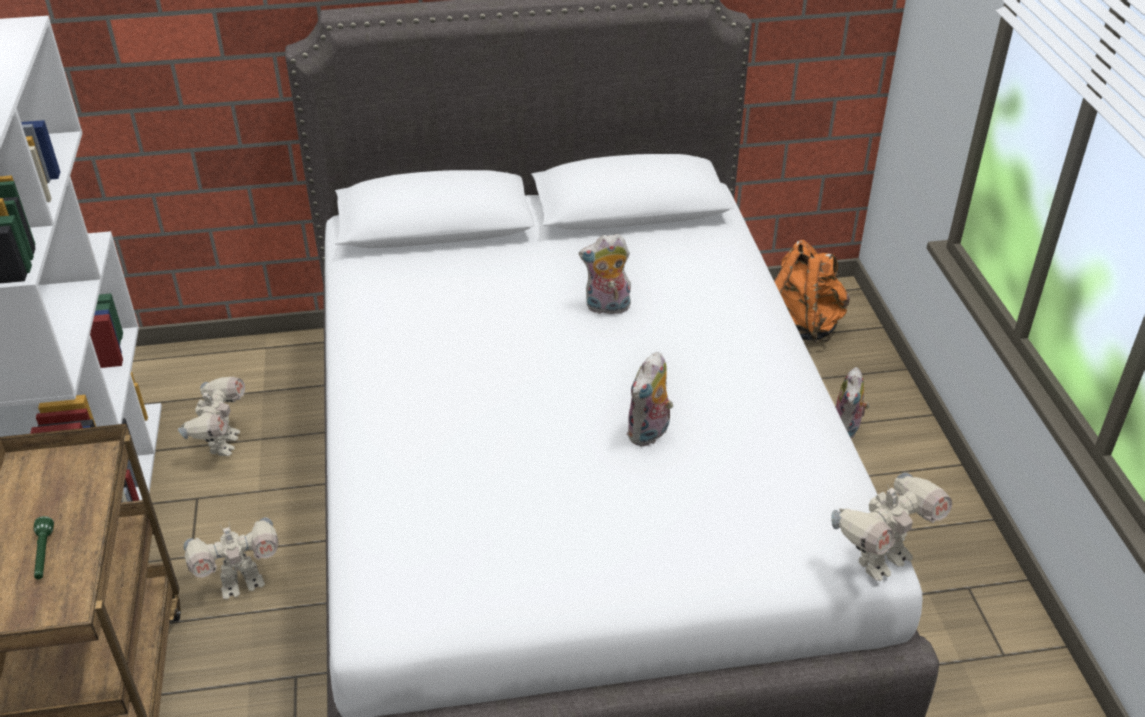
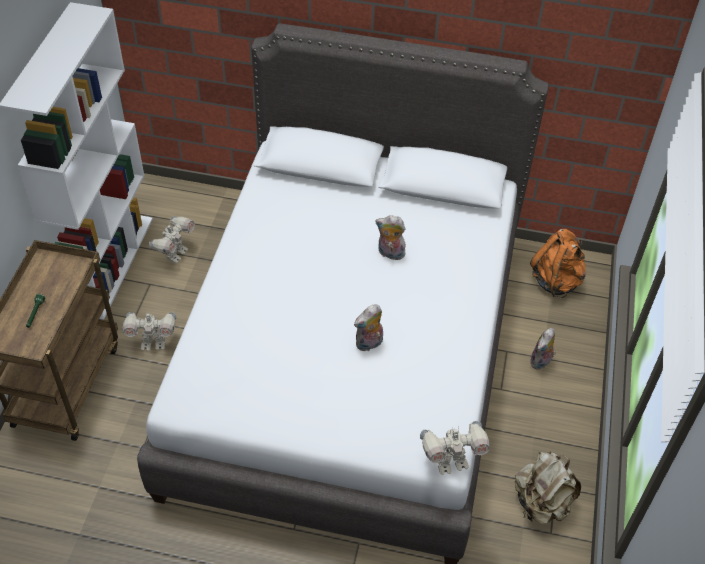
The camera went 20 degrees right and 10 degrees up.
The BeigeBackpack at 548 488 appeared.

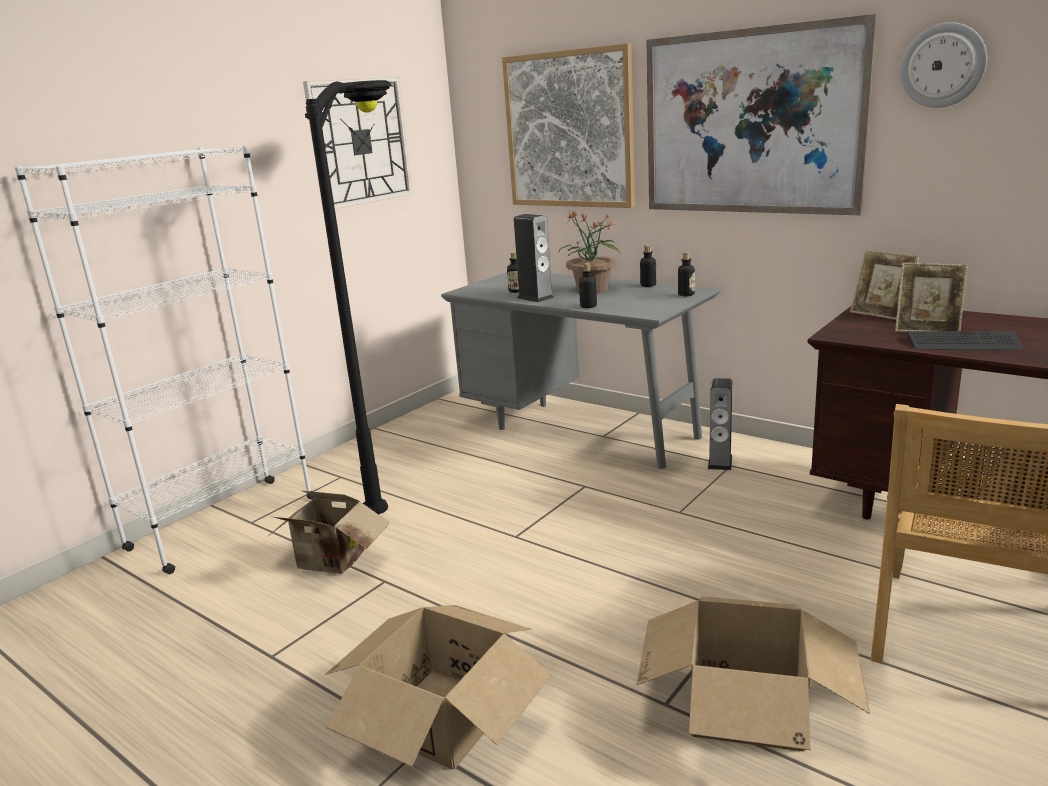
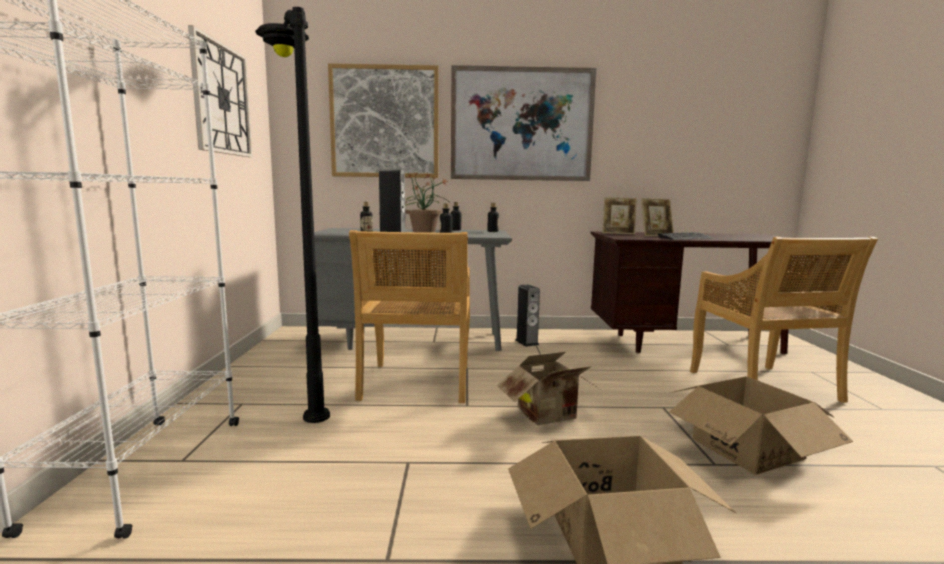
The camera went 40 degrees left and 10 degrees down.
The BeigeChair at 409 316 appeared.
The CardboardBox moved from 328 532 to 547 388.
The WallClock at 943 65 disappeared.

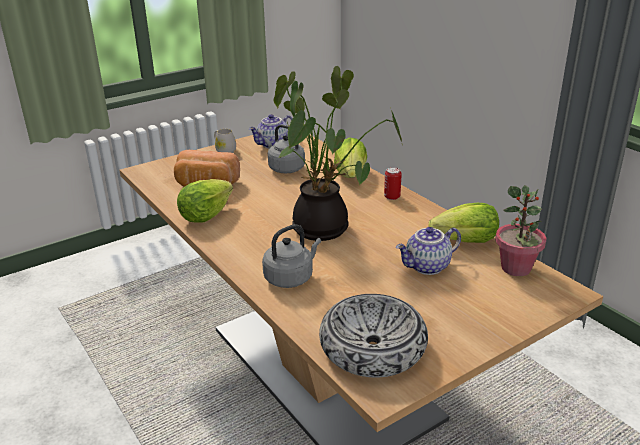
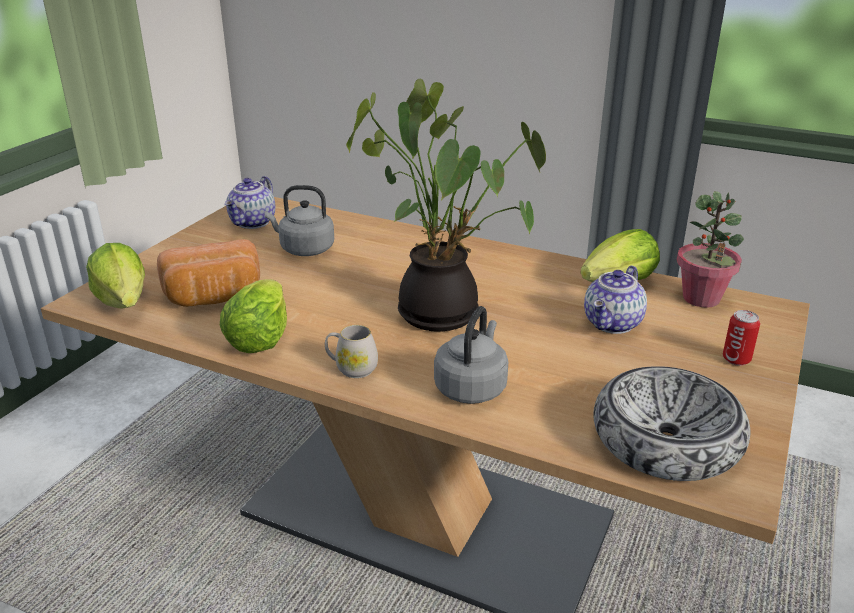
The camera went 30 degrees left and 0 degrees up.
The Lettuce moved from 350 157 to 115 276.
The WhiteMug moved from 225 141 to 351 351.
The Can moved from 393 183 to 741 338.

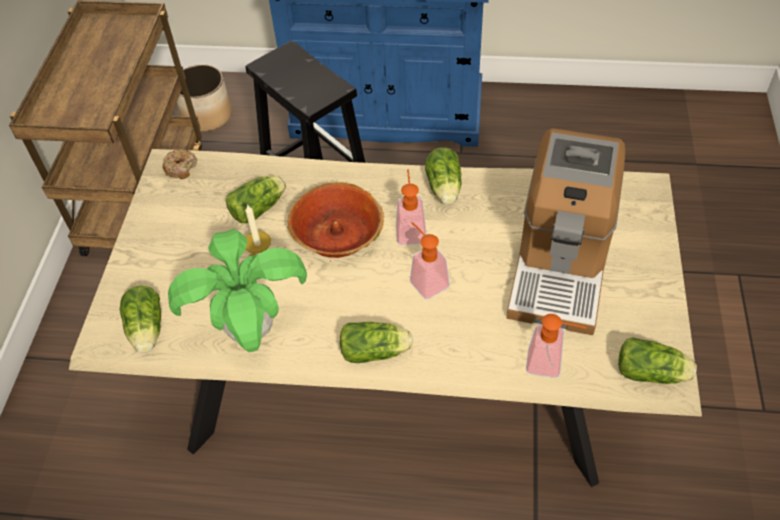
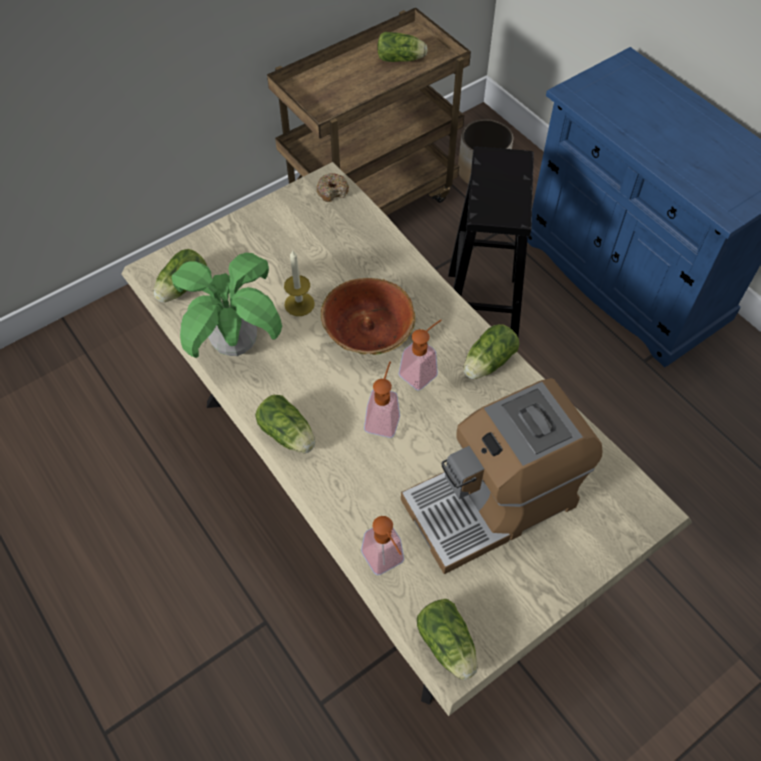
The camera went 45 degrees right and 5 degrees up.
The Lettuce moved from 256 199 to 402 47.

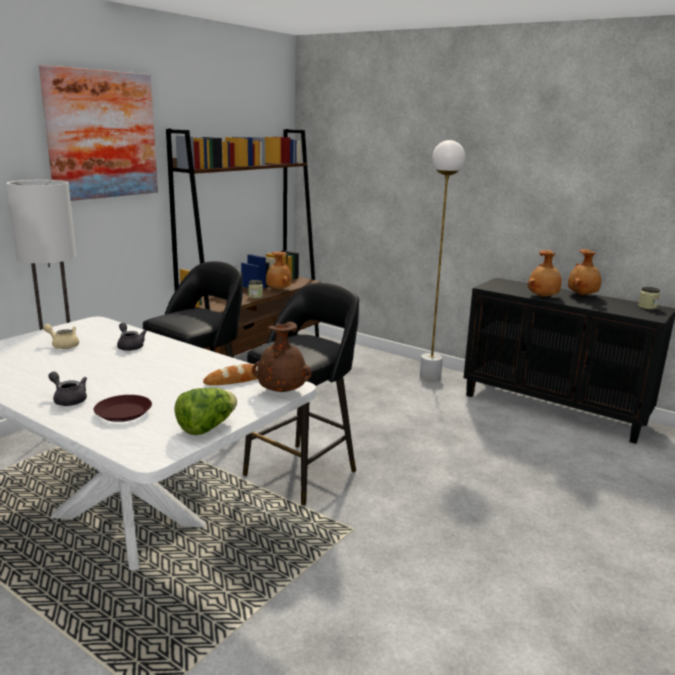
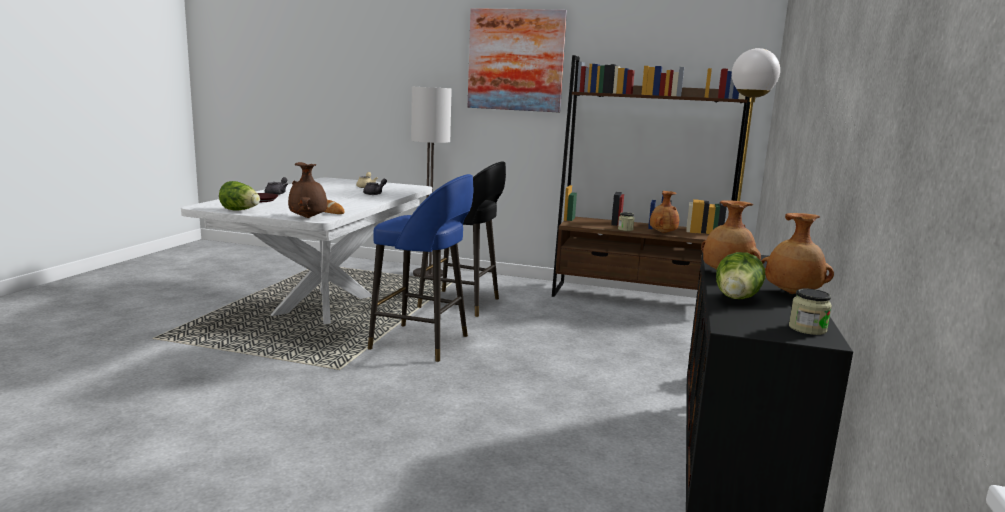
The camera went 70 degrees right and 5 degrees down.
The BlackStool at 301 394 became the BlueStool at 421 268.
The Lettuce at 740 275 appeared.

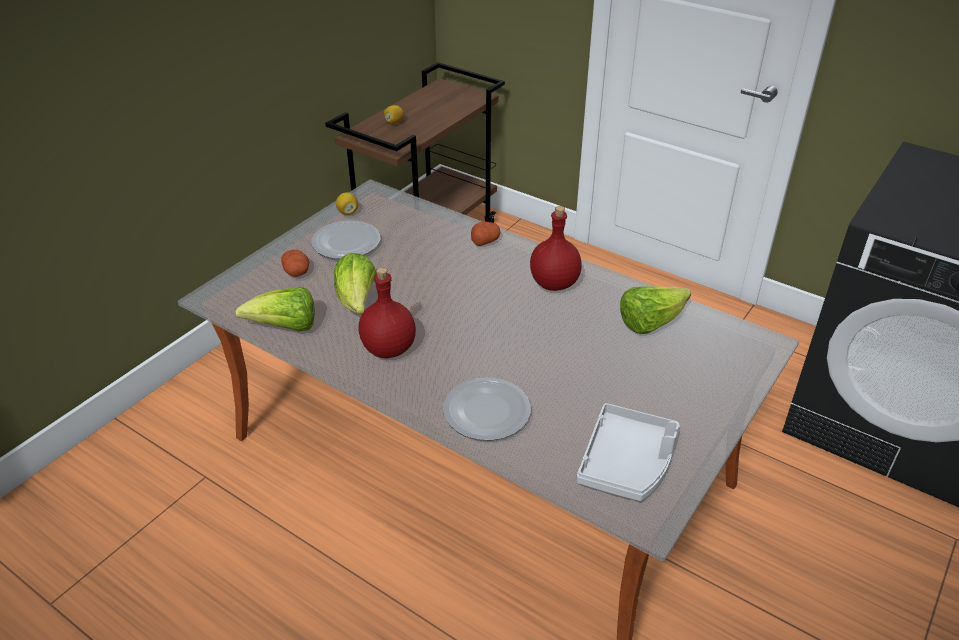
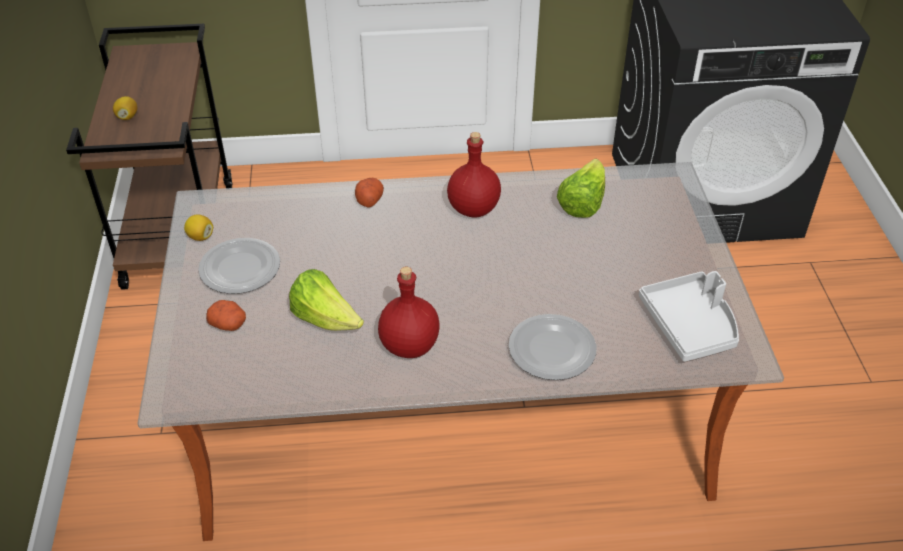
The camera went 40 degrees left and 5 degrees up.
The Lettuce at 274 309 disappeared.

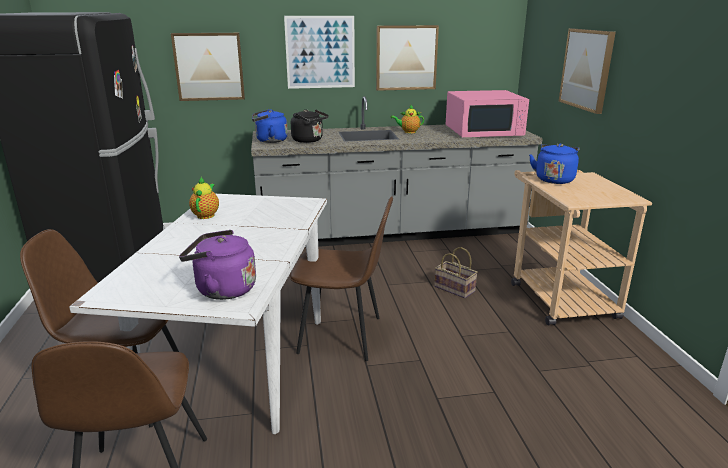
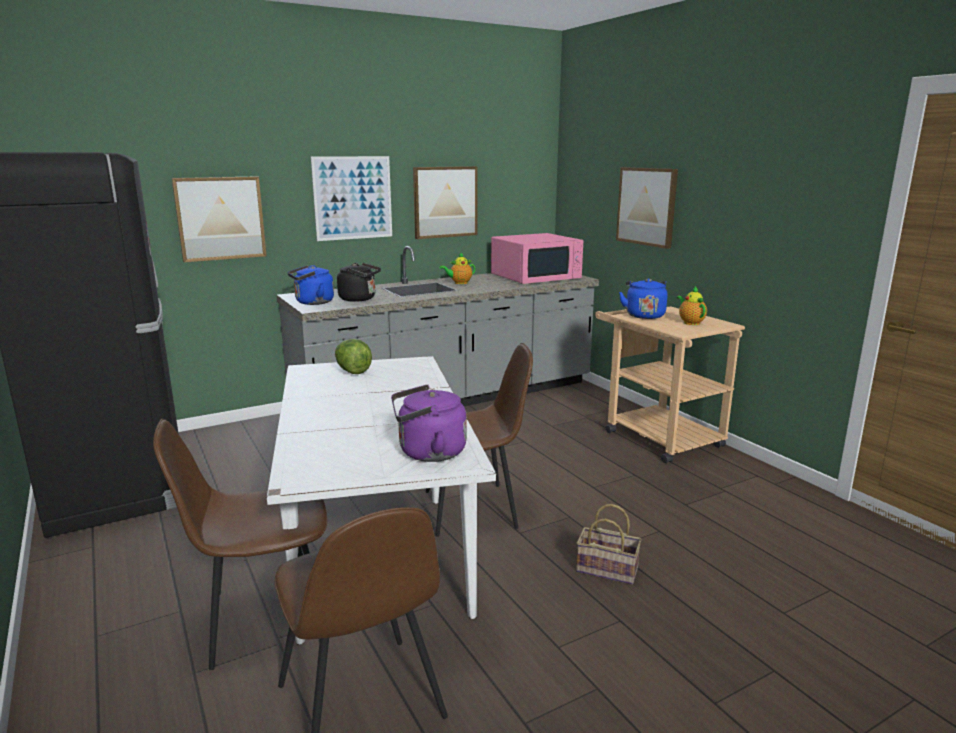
The camera went 20 degrees left and 5 degrees down.
The Lettuce at 353 356 appeared.
The Basket moved from 456 272 to 608 544.
The Teapot moved from 204 197 to 692 305.

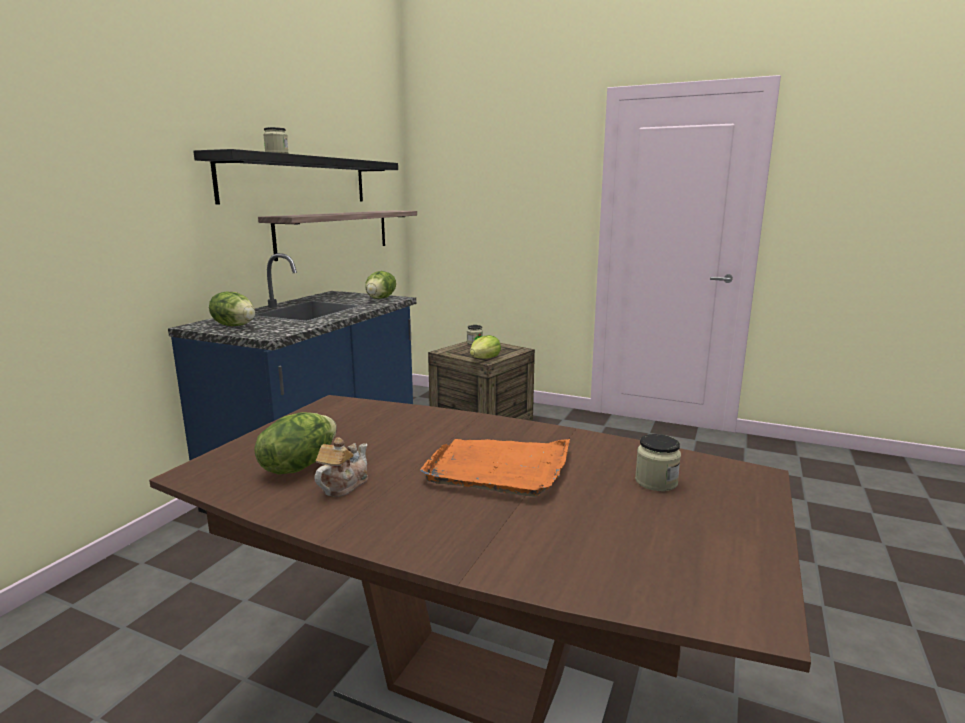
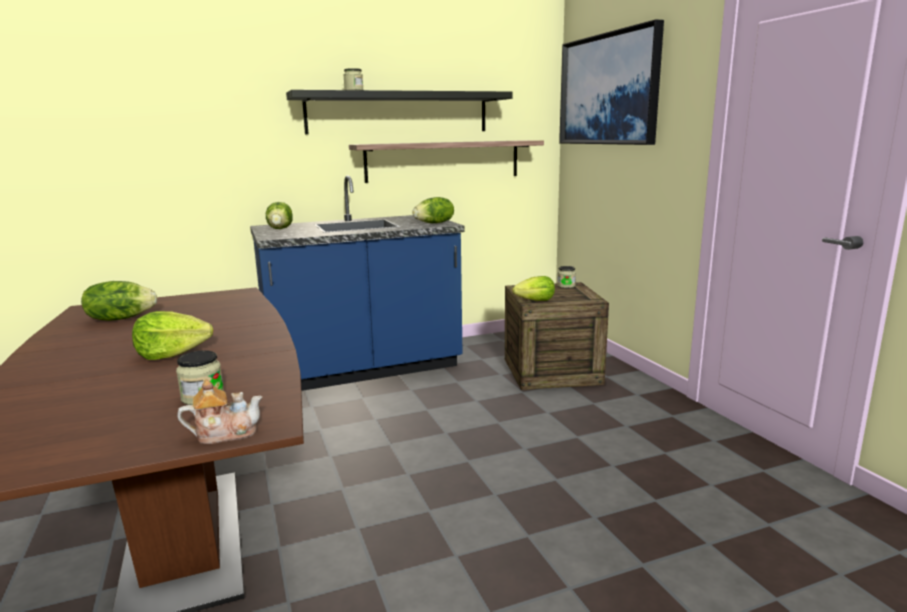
The camera went 45 degrees right and 0 degrees up.
The OrangeTray at 495 467 was replaced by the Lettuce at 172 335.
The Teapot moved from 341 467 to 220 411.
The Picture at 611 82 appeared.

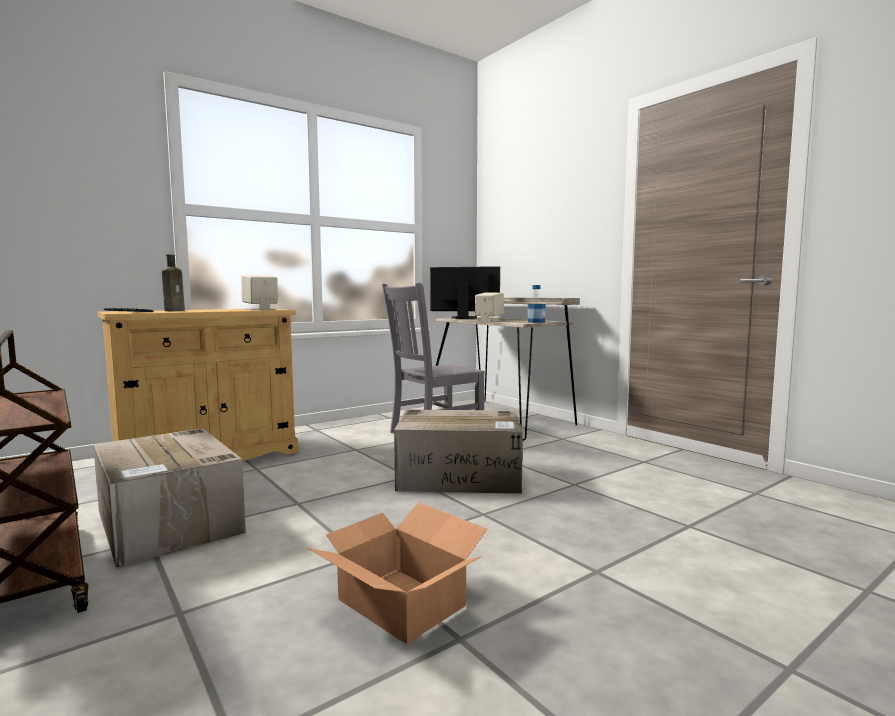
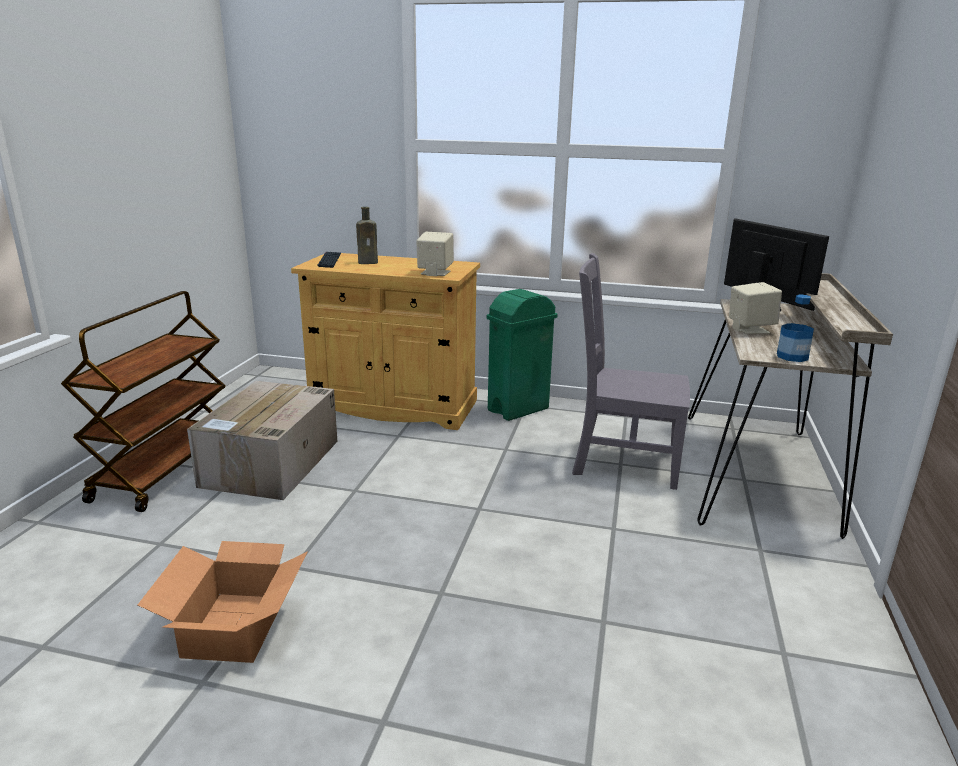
The camera went 50 degrees right and 15 degrees up.
The GreenTrashCan at 522 355 appeared.
The CardboardBox at 458 451 disappeared.

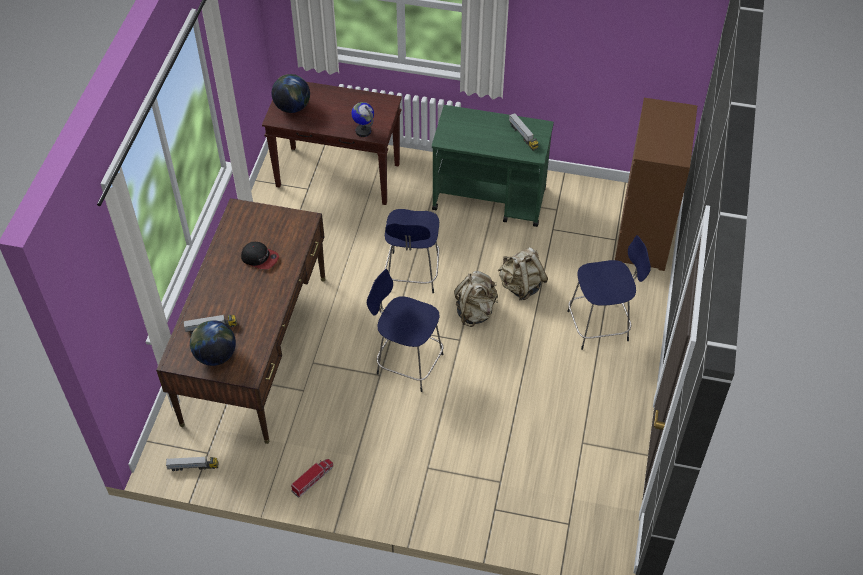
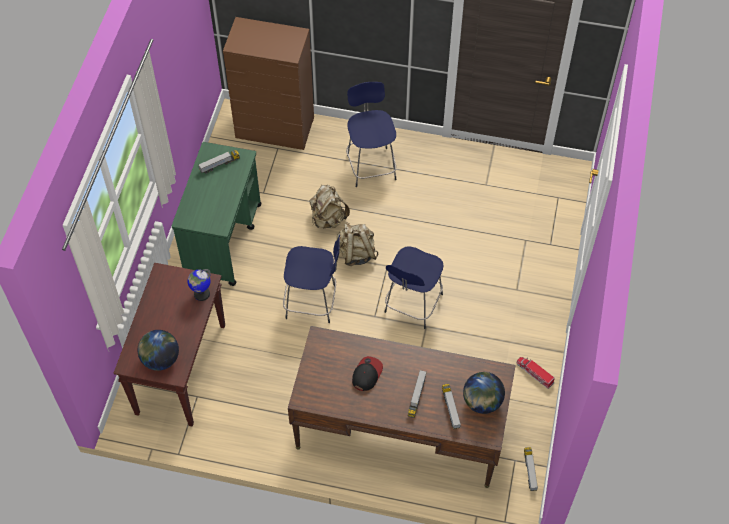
The camera went 90 degrees left and 5 degrees up.
The ToyTruck at 417 394 appeared.

